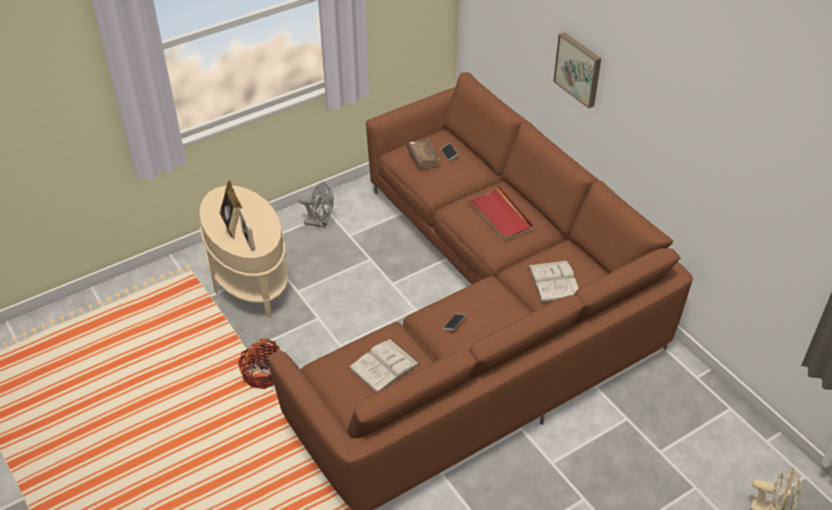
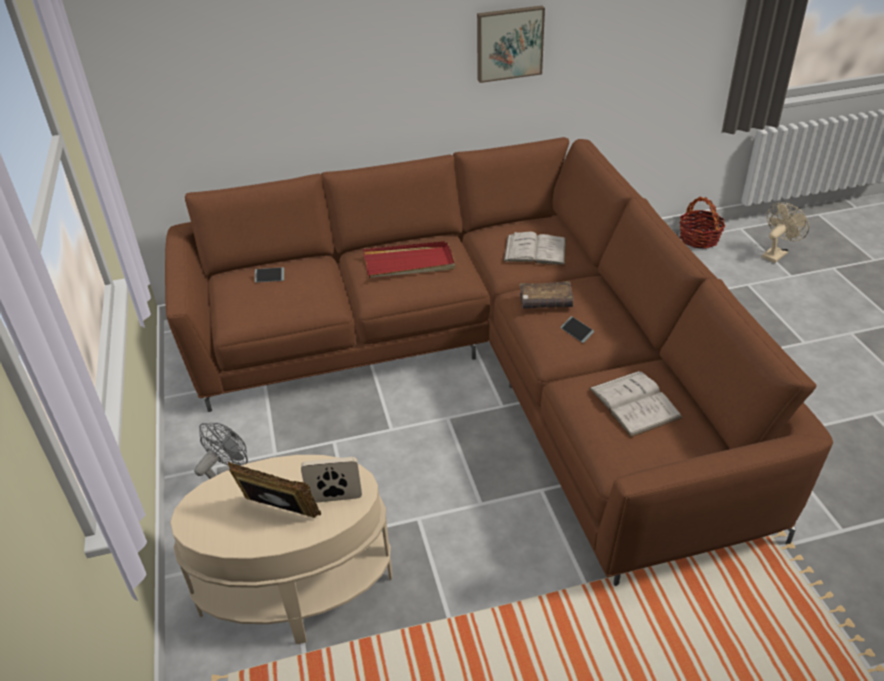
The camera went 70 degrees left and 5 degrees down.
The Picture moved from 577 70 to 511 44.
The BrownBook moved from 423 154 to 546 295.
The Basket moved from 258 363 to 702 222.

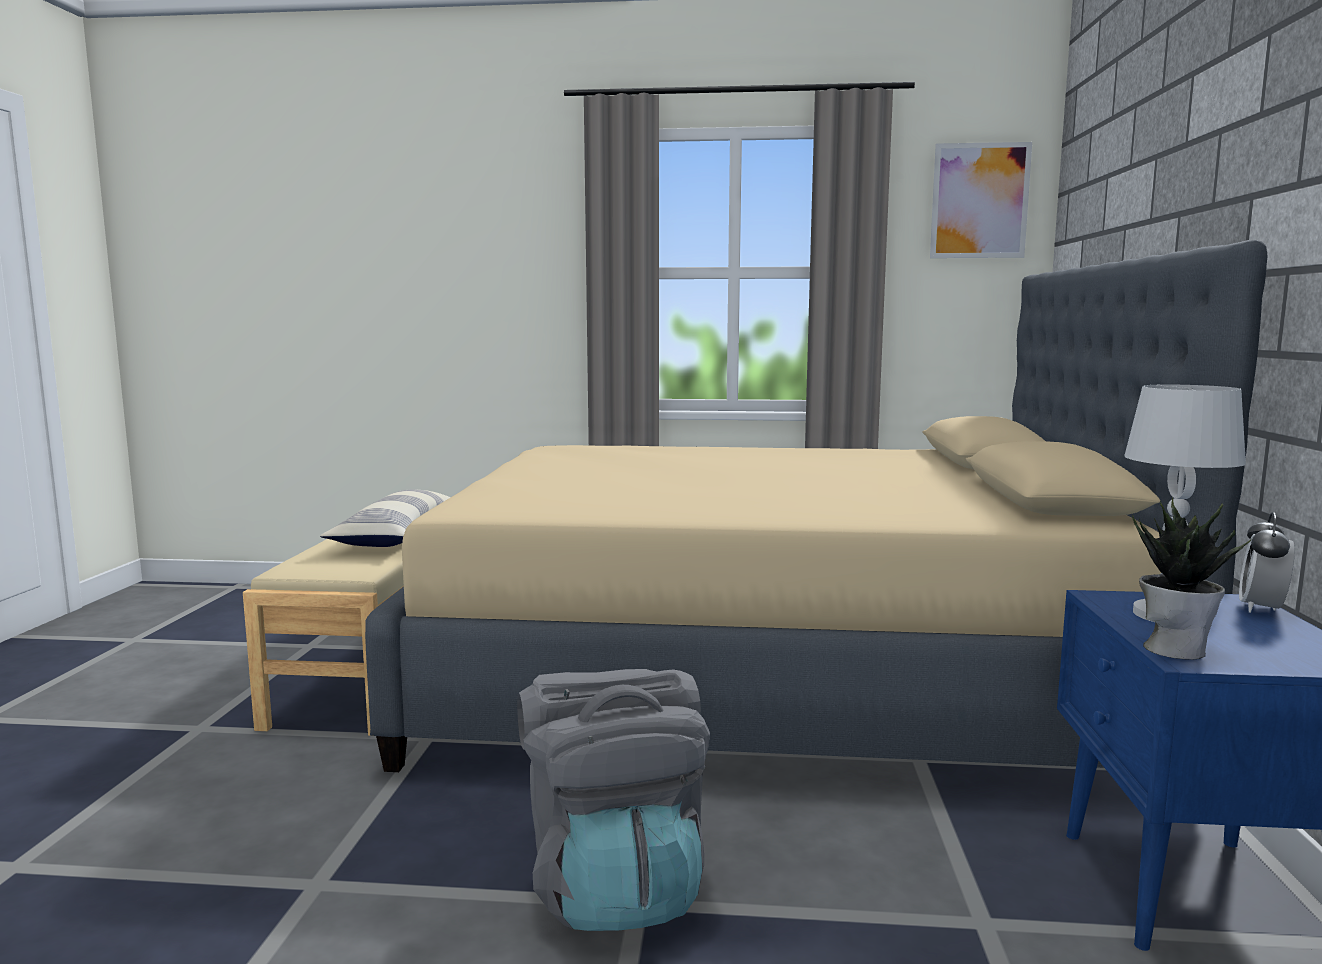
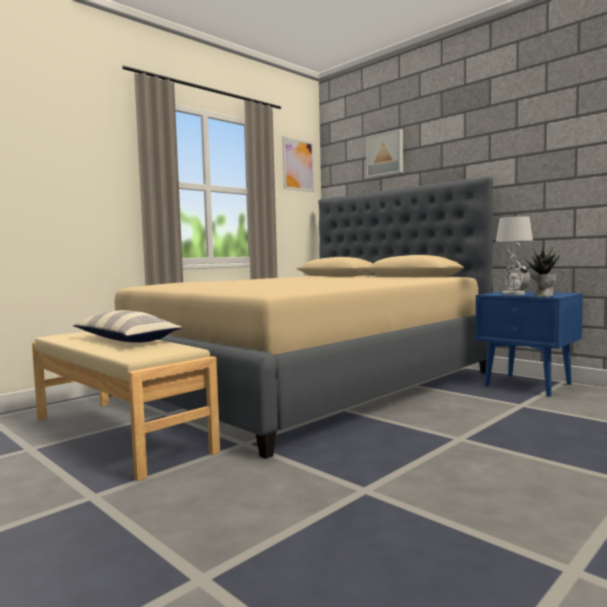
The camera went 50 degrees left and 5 degrees down.
The Picture at 384 153 appeared.
The GreyBackpack at 613 800 disappeared.

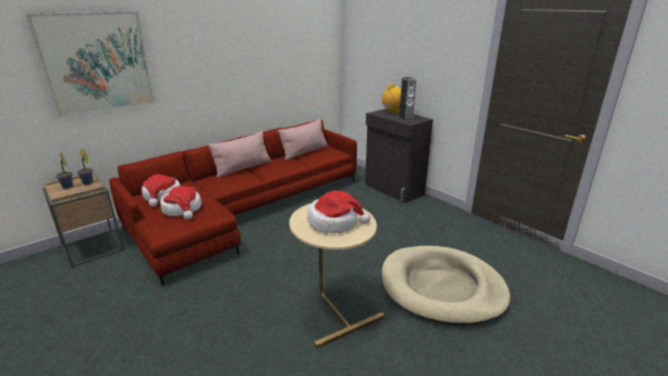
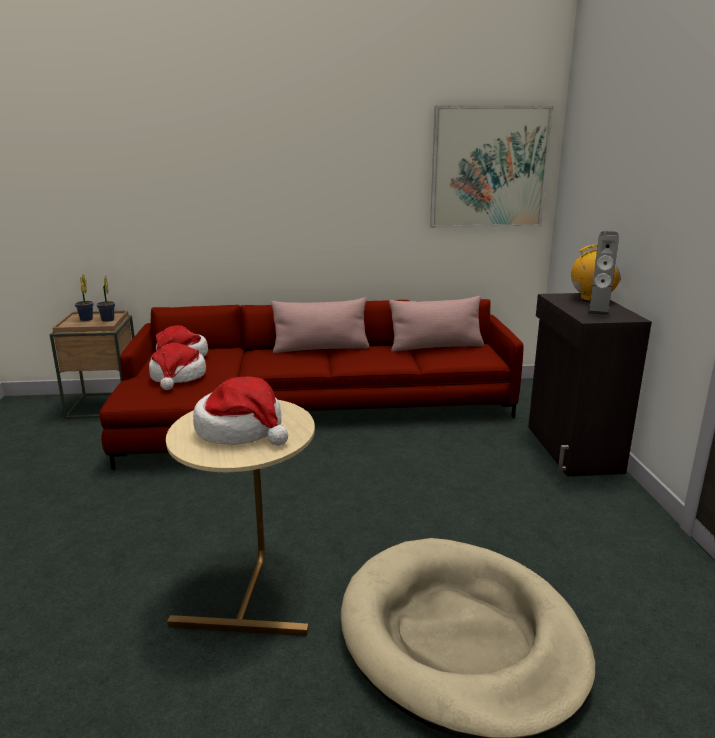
The camera went 35 degrees right and 5 degrees down.
The Picture moved from 90 64 to 491 166.

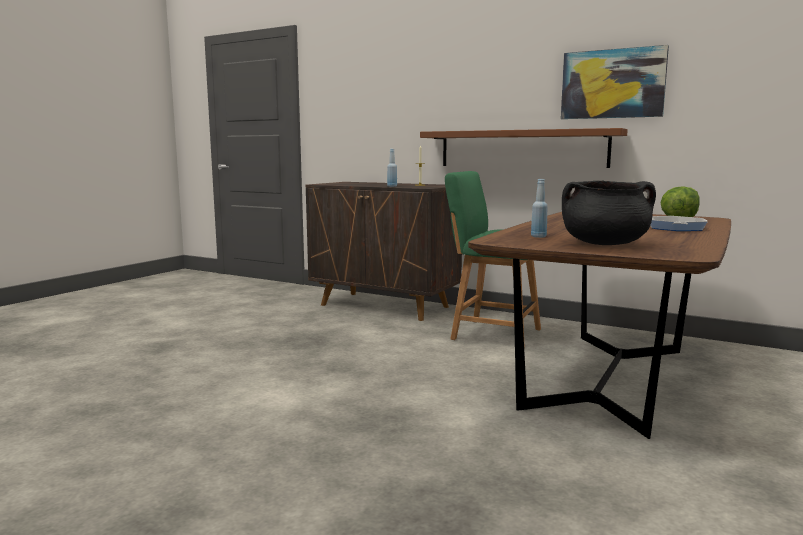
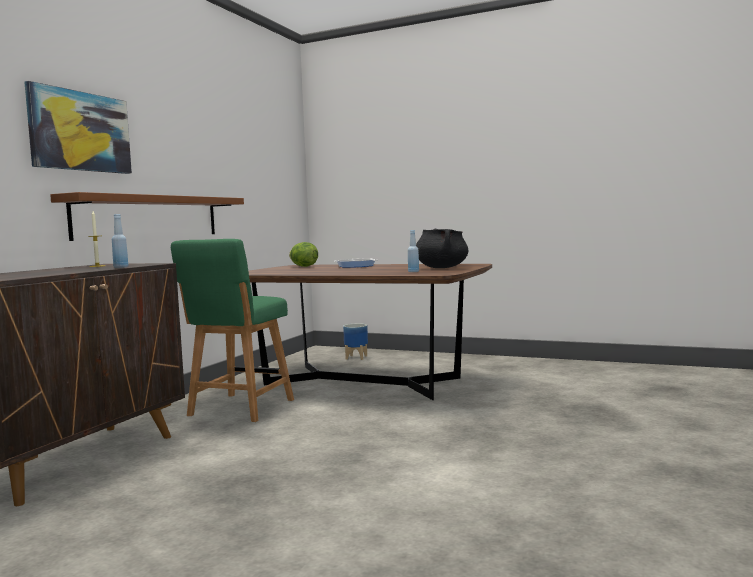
The camera went 95 degrees left and 5 degrees down.
The Picture moved from 615 82 to 78 127.
The Planter at 355 341 appeared.

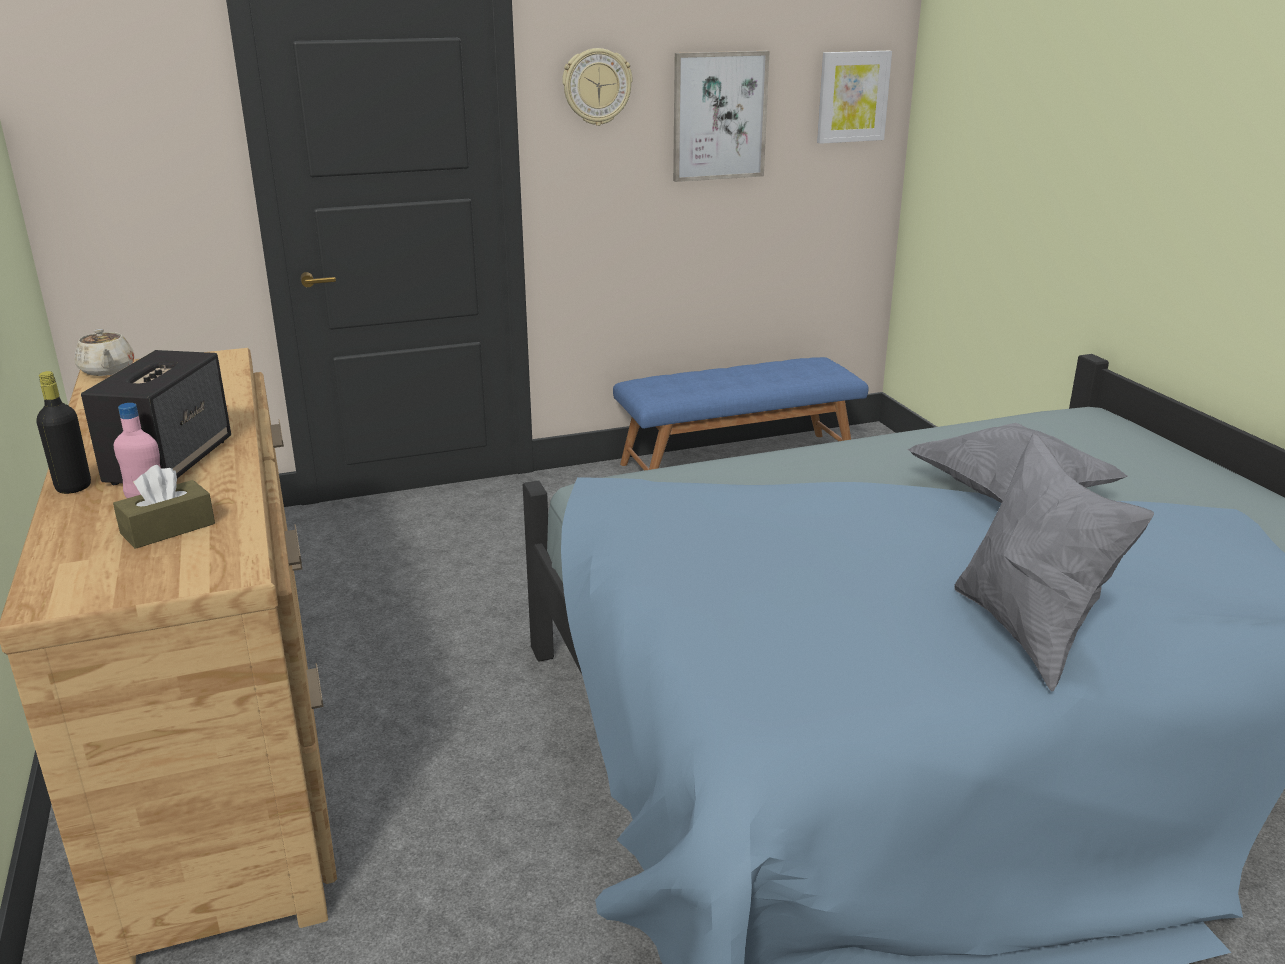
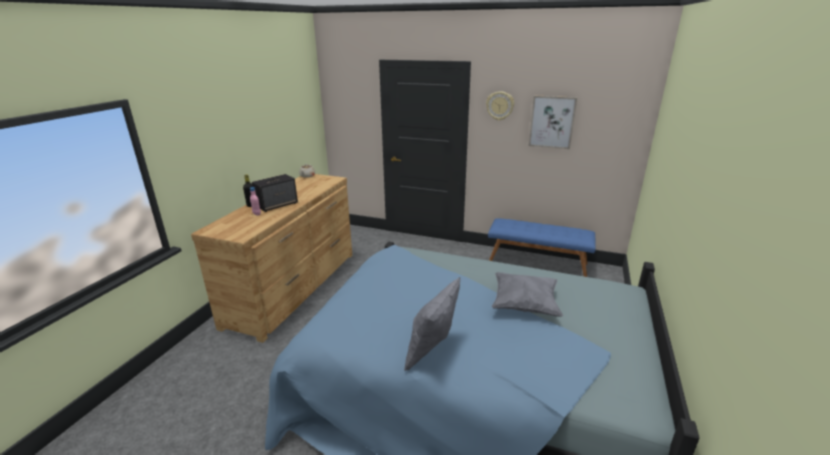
The camera went 40 degrees right and 0 degrees up.
The BrownTissueBox at 164 507 disappeared.
The Picture at 854 97 disappeared.

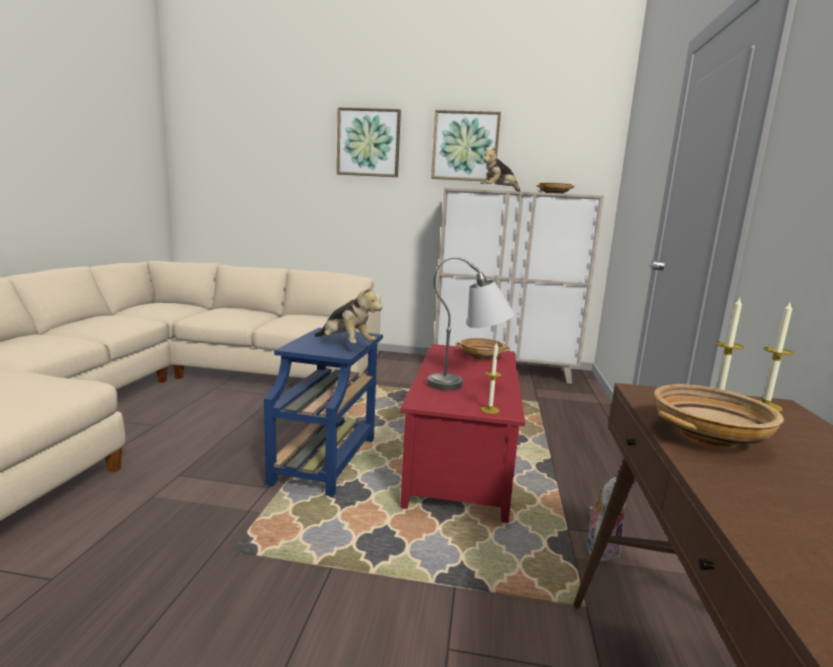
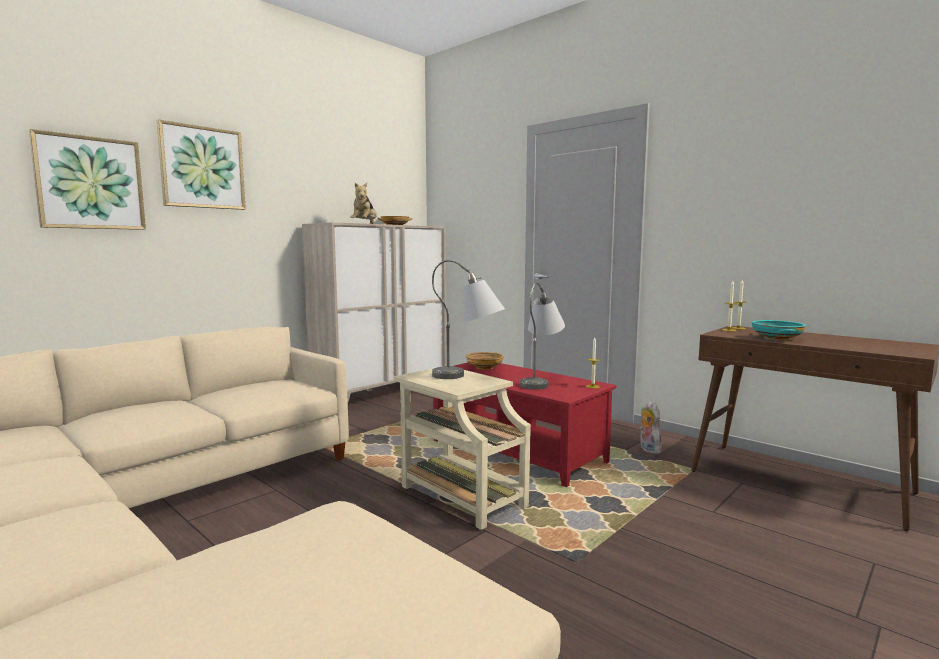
The camera went 55 degrees left and 5 degrees down.
The Picture moved from 466 145 to 87 179.
The BlueSideTable at 323 412 became the BeigeSideTable at 462 449.
The PlushToy at 348 313 was replaced by the GreyTableLamp at 468 319.
The BeigeBowl at 719 416 became the TurquoiseBowl at 778 330.

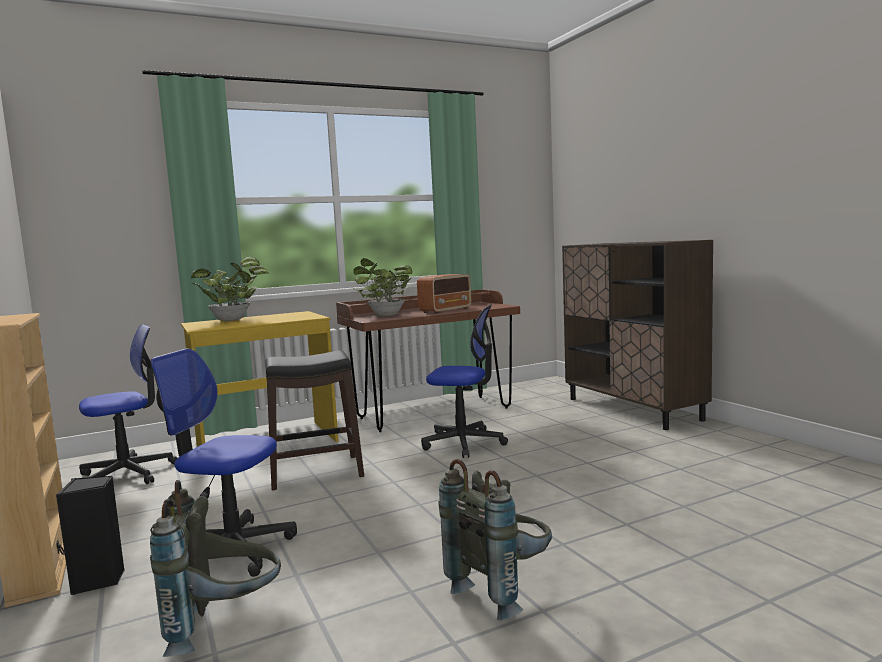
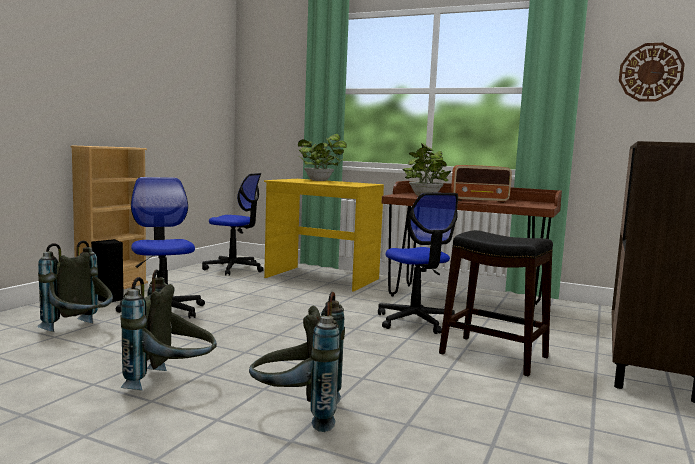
The camera went 50 degrees right and 0 degrees up.
The GreyBackpack at 297 362 appeared.
The BlackStool moved from 315 420 to 496 303.
The WallClock at 652 72 appeared.

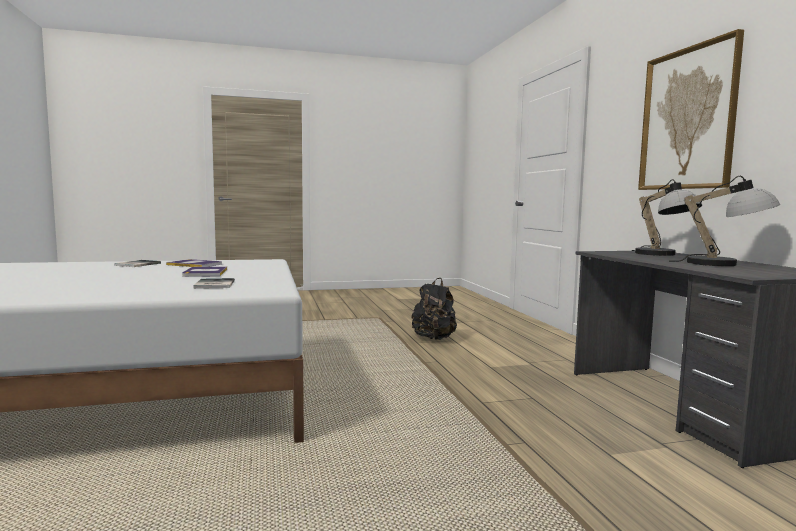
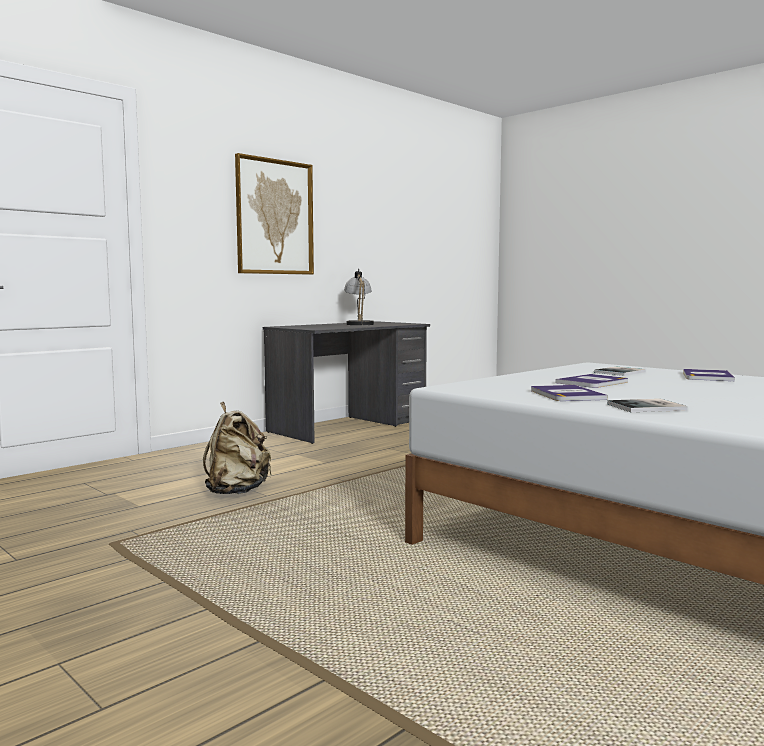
The camera went 120 degrees left and 0 degrees up.
The BlackBackpack at 434 309 became the BeigeBackpack at 237 448.
The Book at 709 375 appeared.
The TableLamp at 666 217 disappeared.

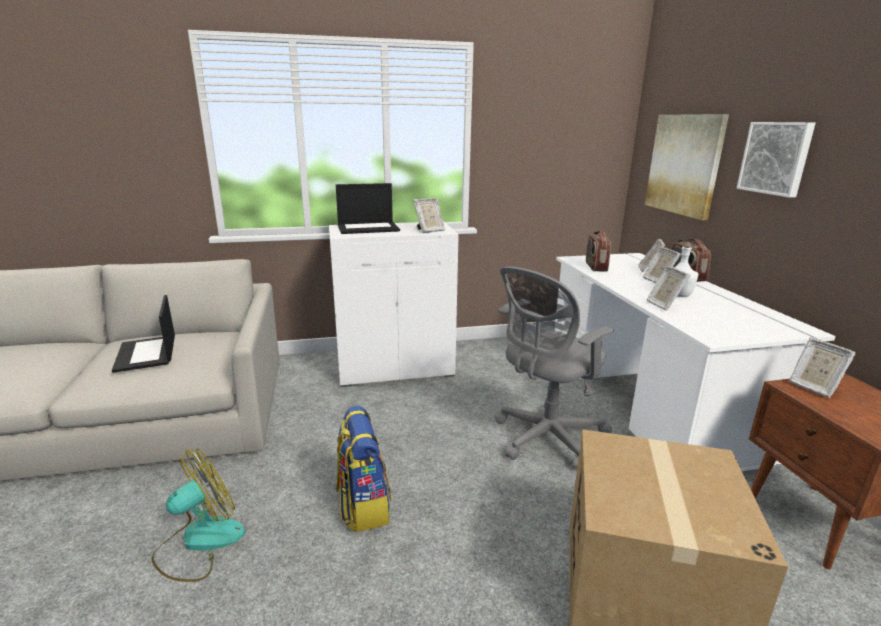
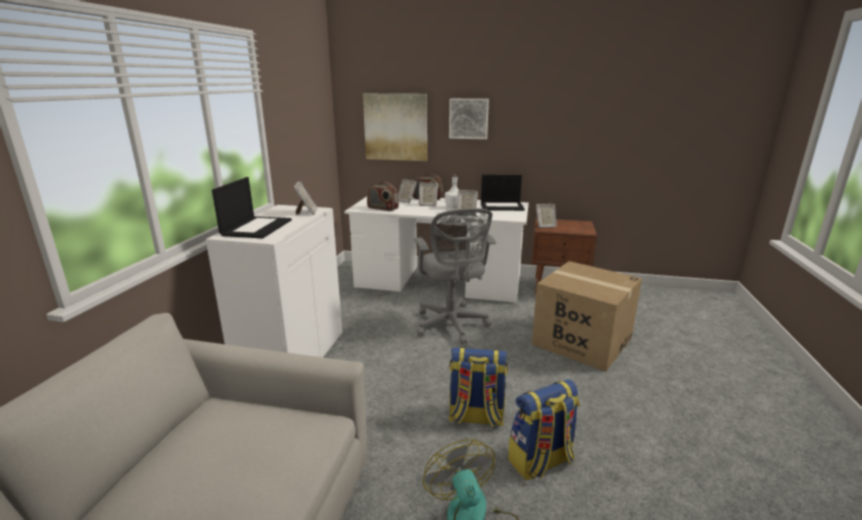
The camera went 65 degrees left and 0 degrees up.
The Laptop moved from 143 334 to 503 193.
The Backpack at 544 429 appeared.

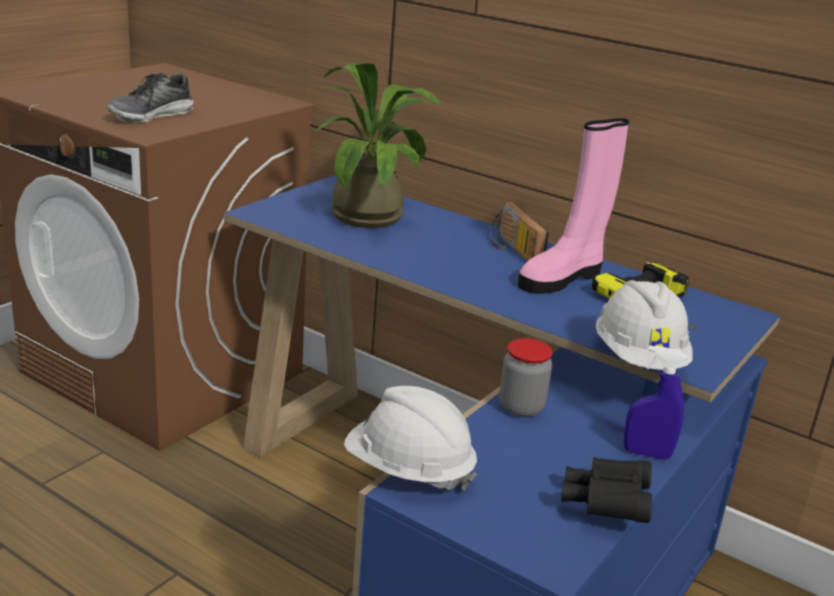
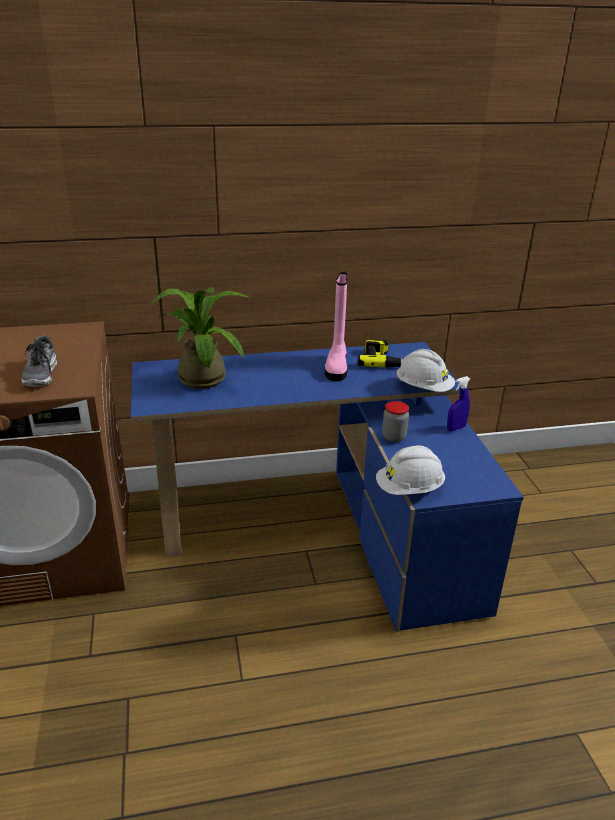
The camera went 45 degrees left and 5 degrees up.
The Radio at 519 231 disappeared.
The BlackBinoculars at 606 490 disappeared.

